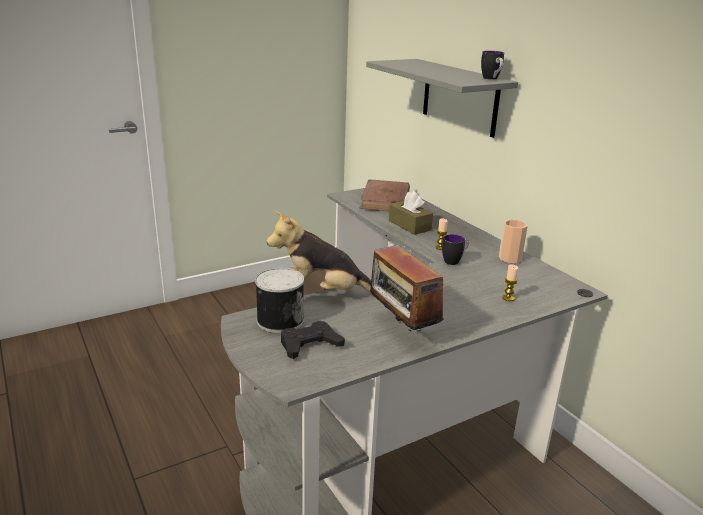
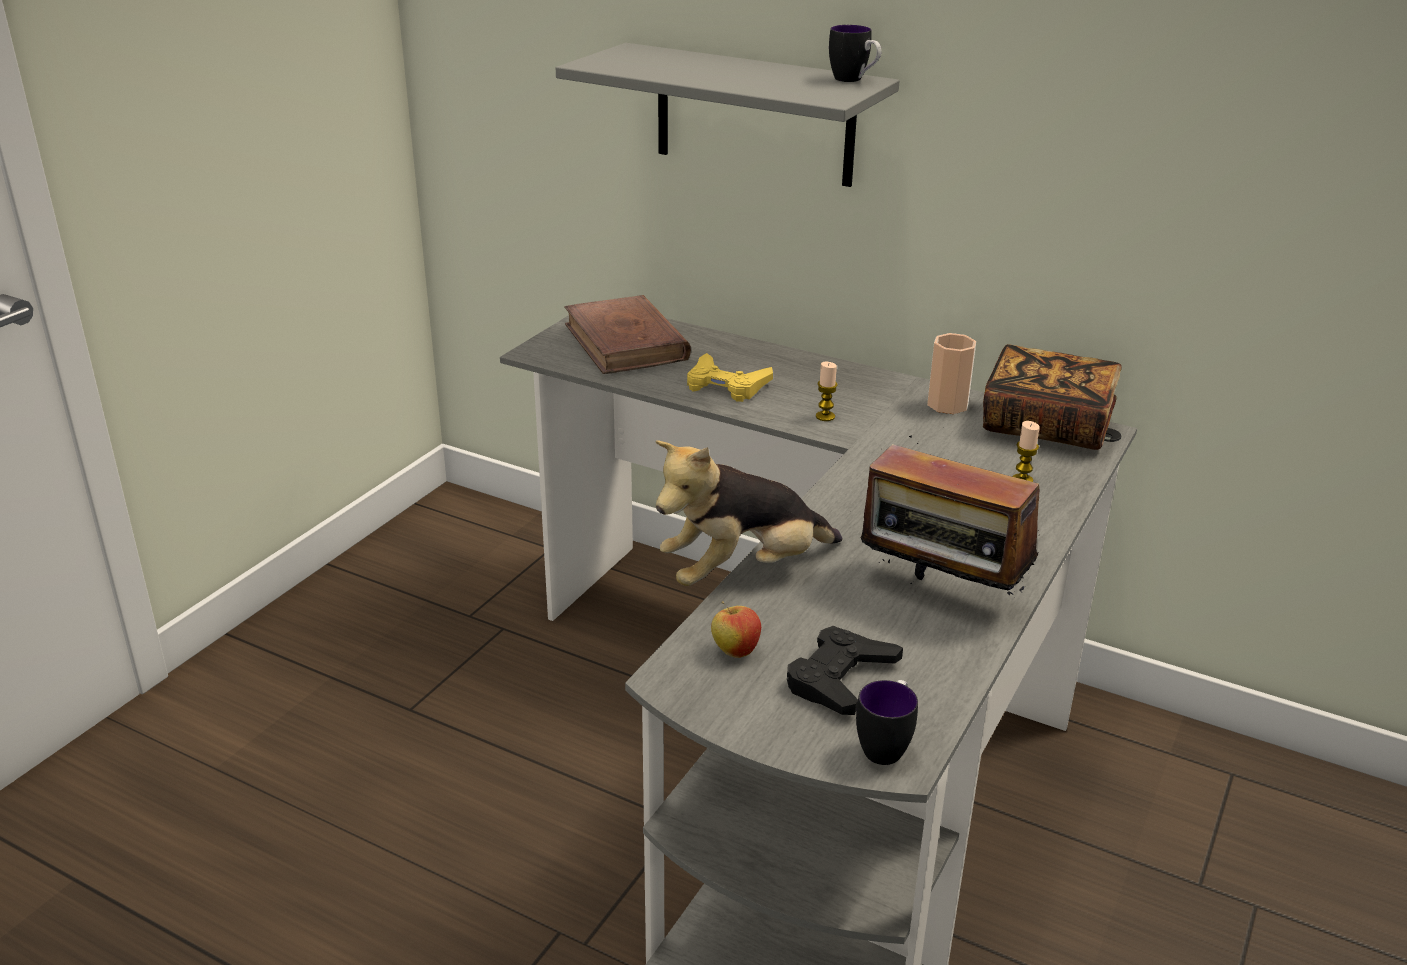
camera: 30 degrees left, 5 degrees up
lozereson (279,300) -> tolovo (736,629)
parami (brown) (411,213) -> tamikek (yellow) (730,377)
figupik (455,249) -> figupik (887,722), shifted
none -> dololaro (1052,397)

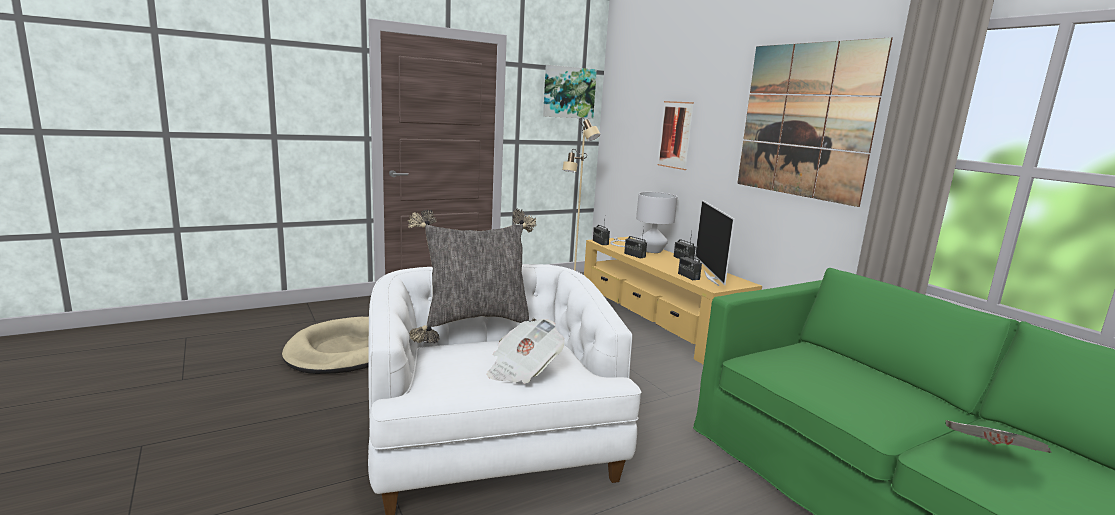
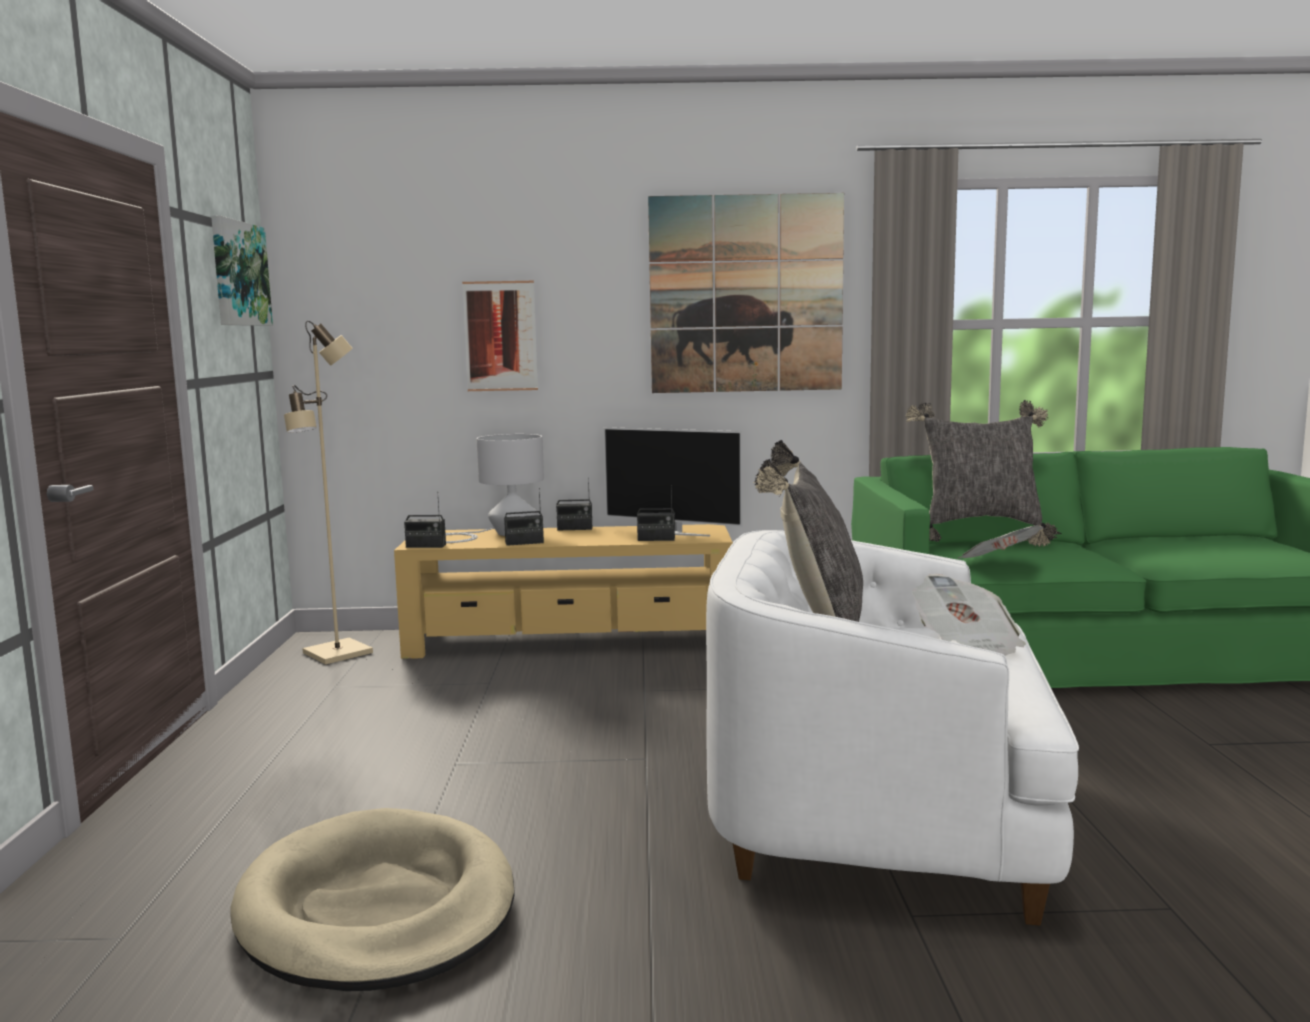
camera: 60 degrees left, 5 degrees down
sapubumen (998,436) -> sapubumen (1000,541), shifted
none -> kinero (983,473)

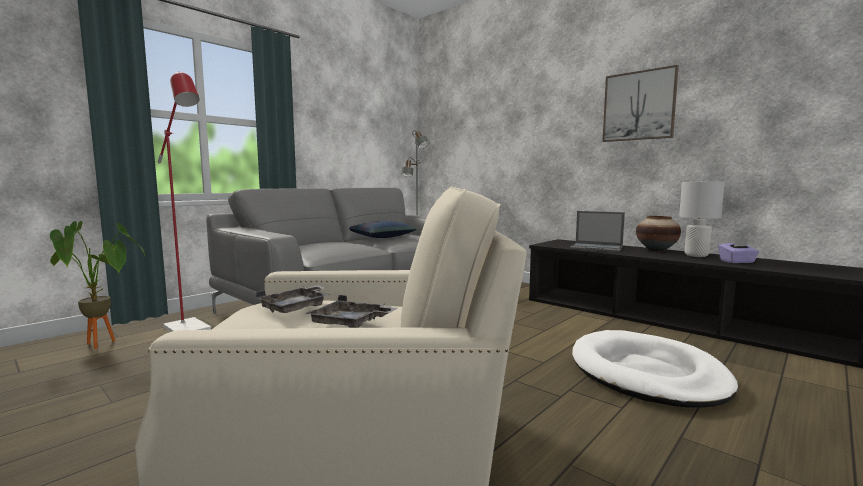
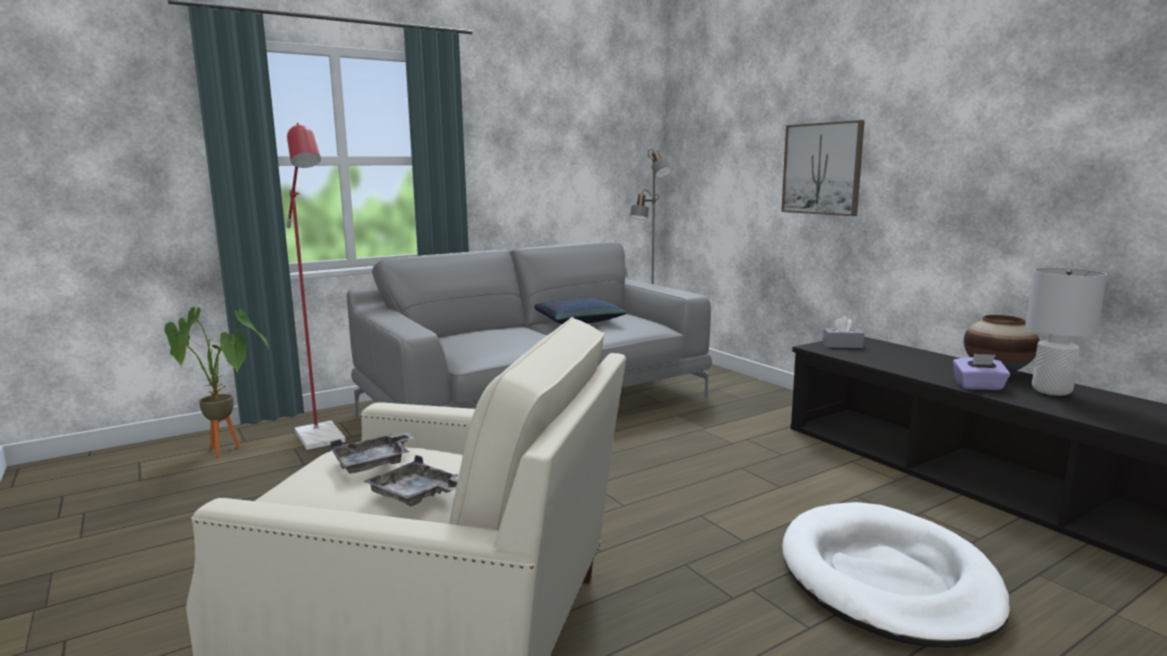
camera: 15 degrees right, 5 degrees up
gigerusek (597,231) -> none
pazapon (640,103) -> pazapon (823,168), shifted
parami (purple) (738,251) -> parami (purple) (981,372), shifted
none -> parami (grey) (843,332)

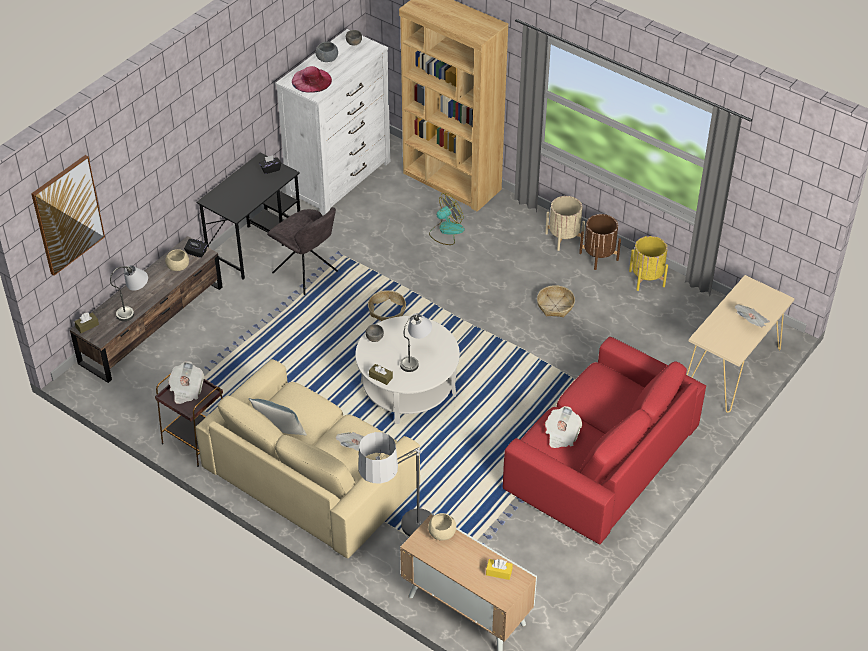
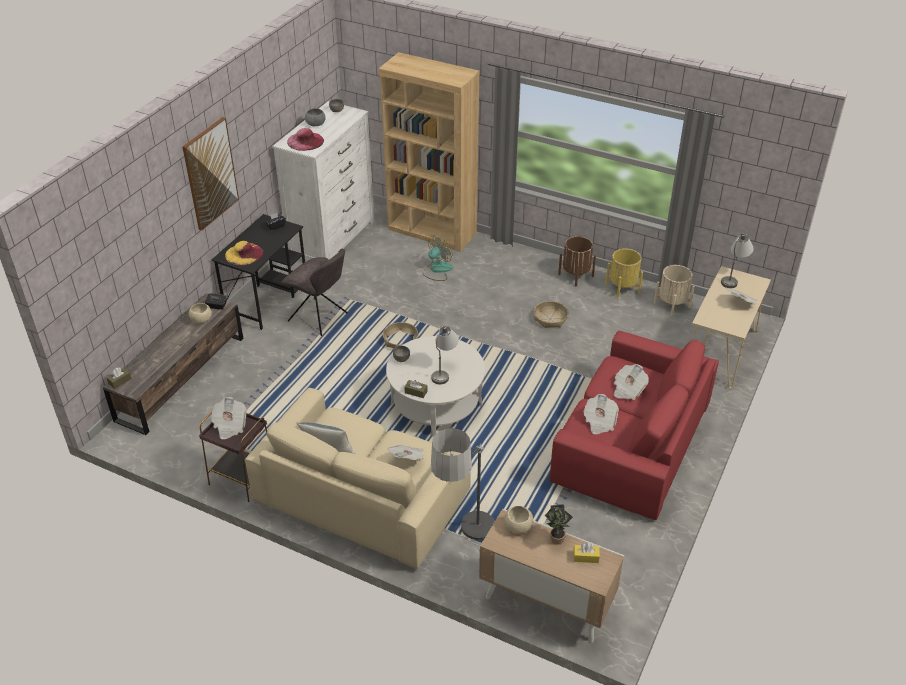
camera: 10 degrees left, 5 degrees down
pazapon (68,215) -> pazapon (210,174), shifted
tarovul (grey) (129,293) -> tarovul (grey) (737,260), shifted
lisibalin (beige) (565,223) -> lisibalin (beige) (674,291), shifted
none -> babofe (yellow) (244,253)
none -> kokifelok (559,525)
none -> sapubumen (631,382)

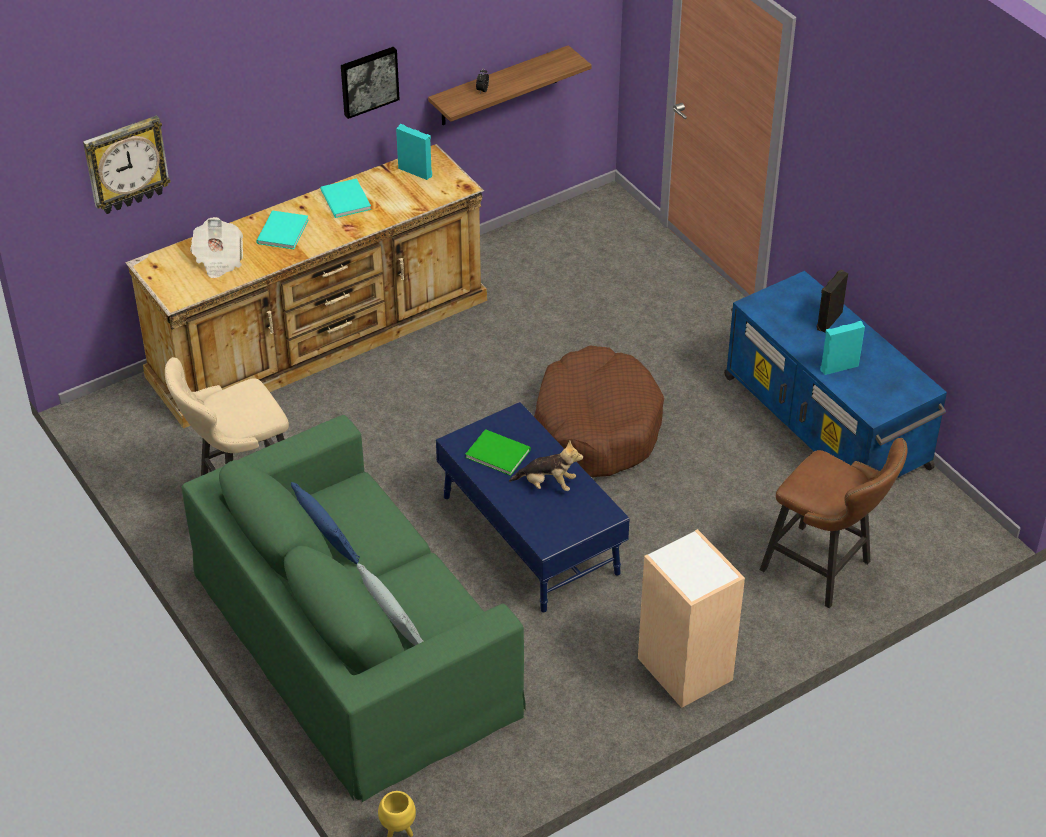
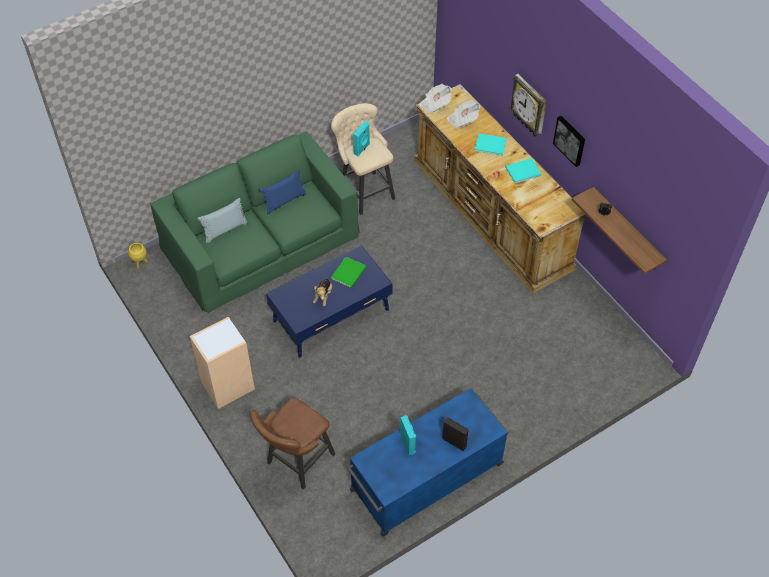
camera: 90 degrees right, 10 degrees up
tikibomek (127,164) -> tikibomek (528,105), shifted
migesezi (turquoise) (414,152) -> migesezi (turquoise) (361,138), shifted
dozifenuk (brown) (599,411) -> none
none -> sapubumen (435,99)

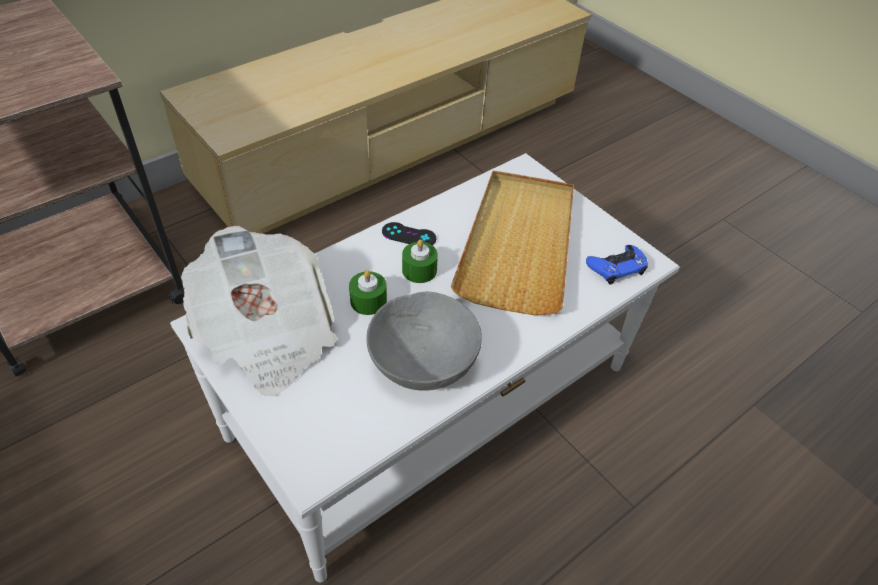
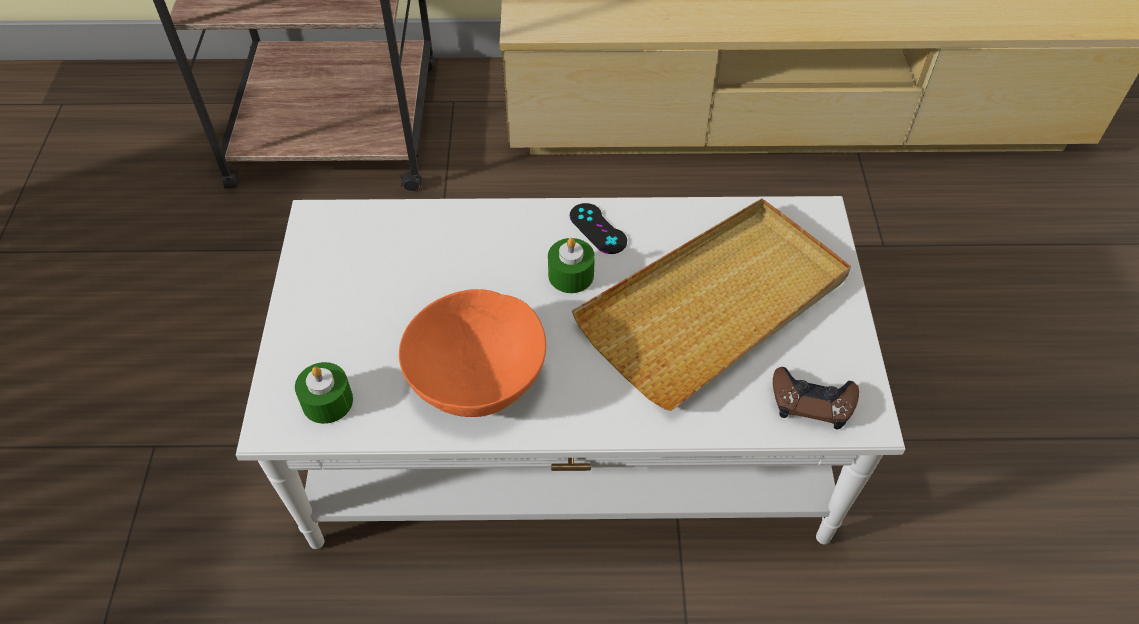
camera: 40 degrees right, 5 degrees up
sapubumen (259,311) -> none
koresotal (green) (368,292) -> koresotal (green) (324,393), shifted
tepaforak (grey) (424,341) -> tepaforak (orange) (472,353)
tamikek (blue) (617,265) -> tamikek (brown) (816,398)

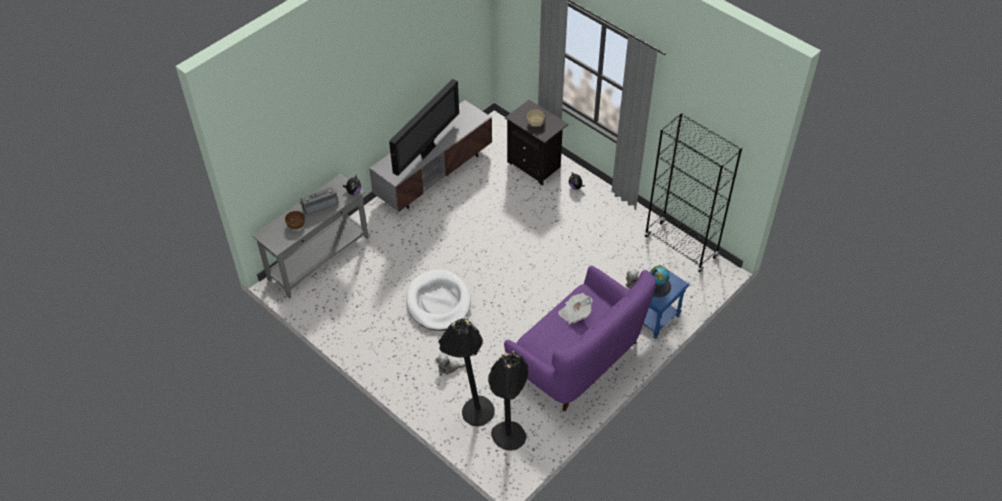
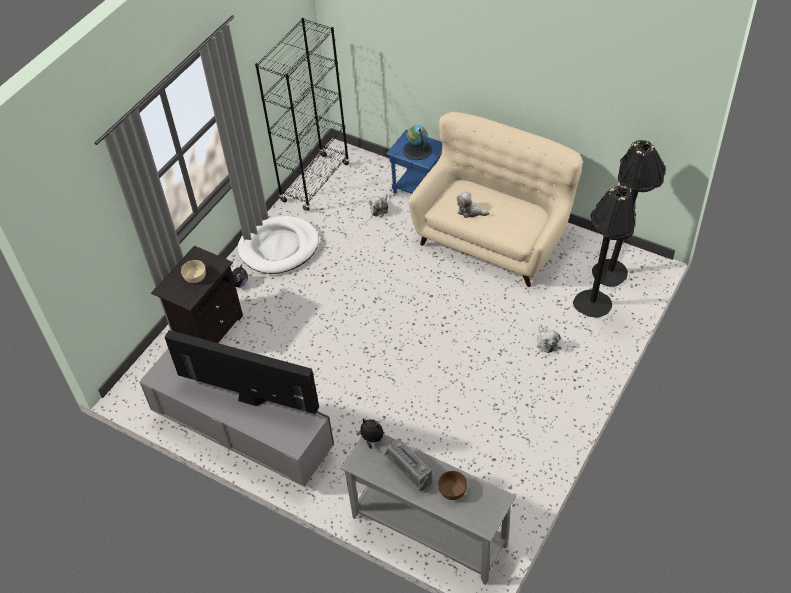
camera: 100 degrees left, 0 degrees up
dozifenuk (white) (438,300) -> dozifenuk (white) (278,245), shifted
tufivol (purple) (580,338) -> tufivol (beige) (495,199)
sapubumen (575,308) -> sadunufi (473,204)

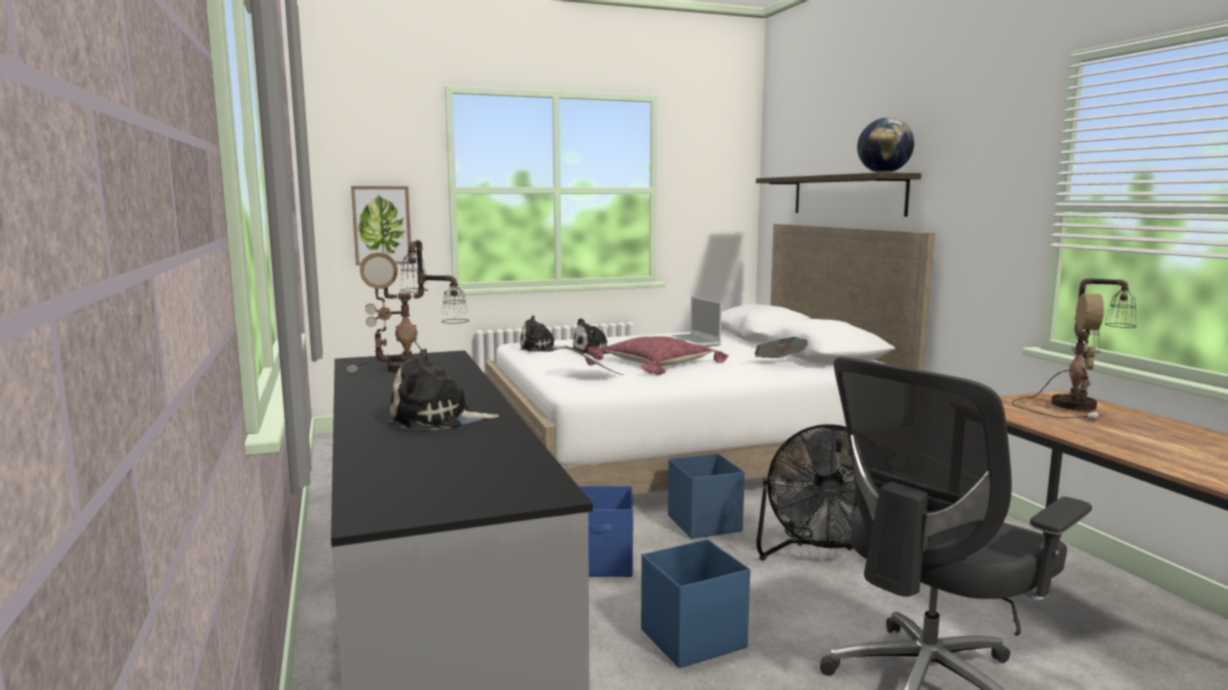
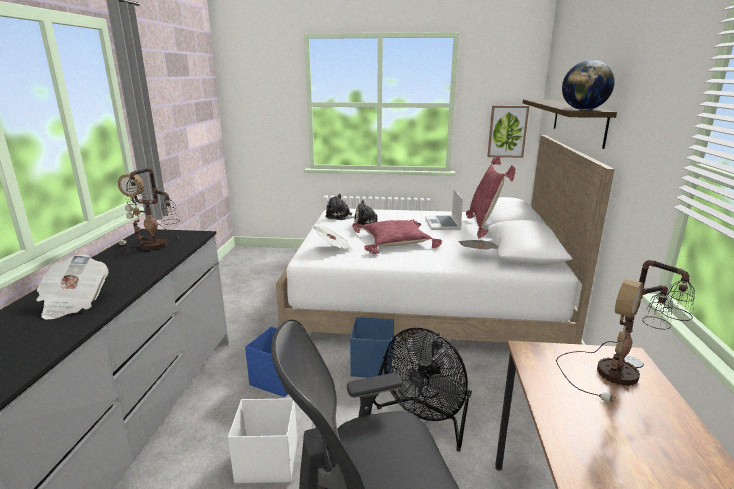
camera: 25 degrees right, 10 degrees up
pazapon (381,225) -> pazapon (508,132), shifted
sadunufi (444,389) -> sapubumen (72,287)
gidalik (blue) (695,603) -> gidalik (white) (262,440)
none -> kinero (red) (490,197)

